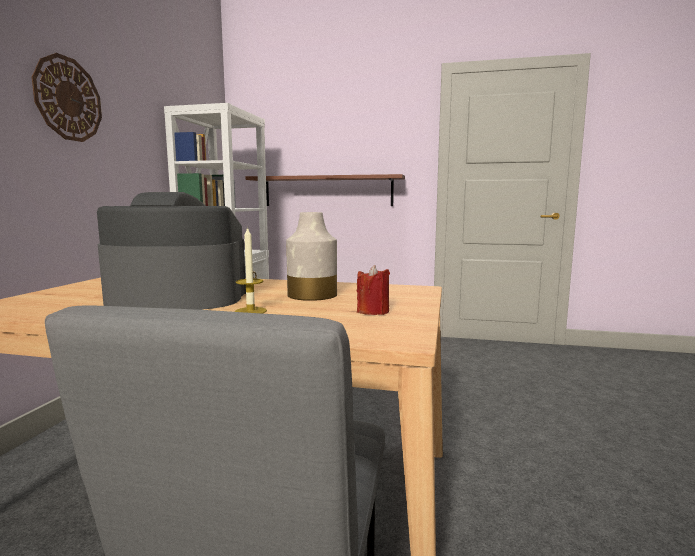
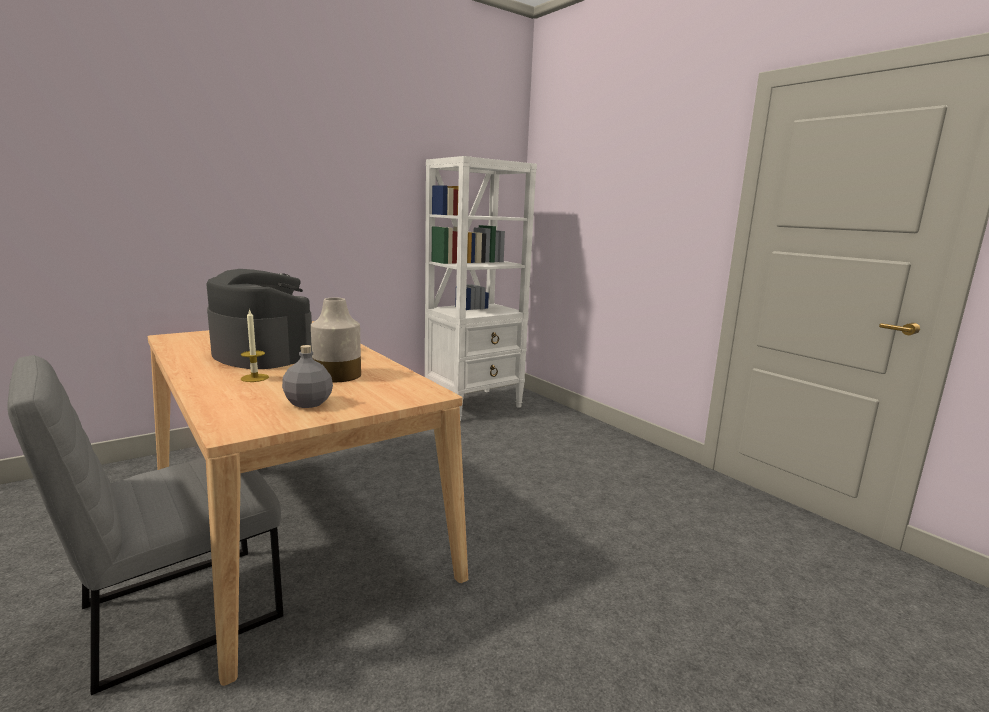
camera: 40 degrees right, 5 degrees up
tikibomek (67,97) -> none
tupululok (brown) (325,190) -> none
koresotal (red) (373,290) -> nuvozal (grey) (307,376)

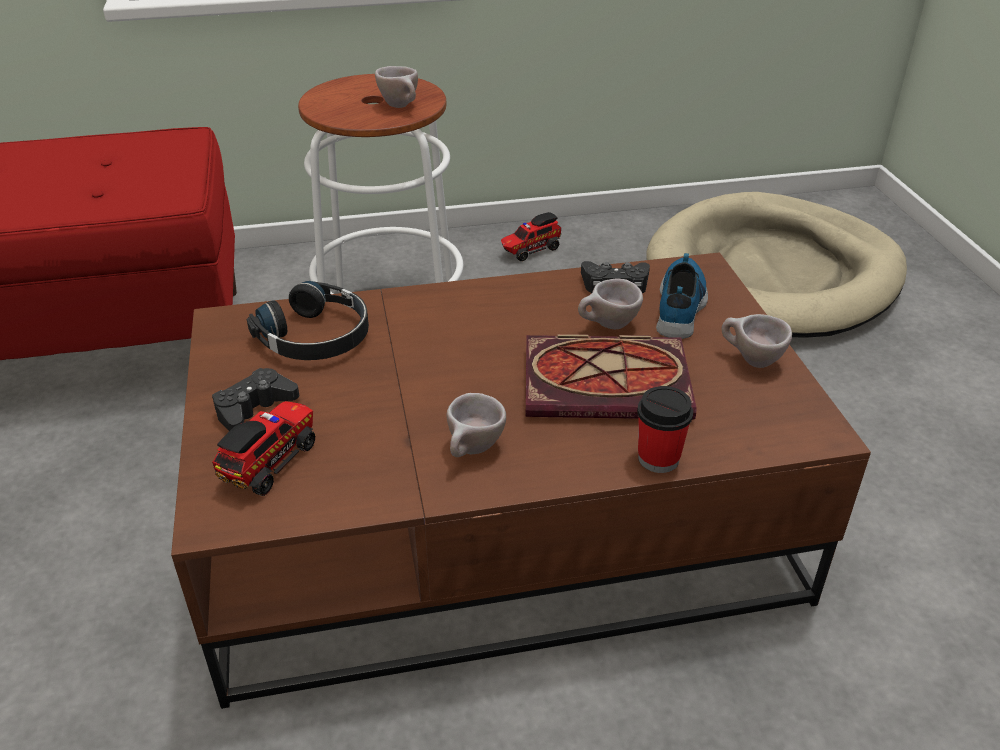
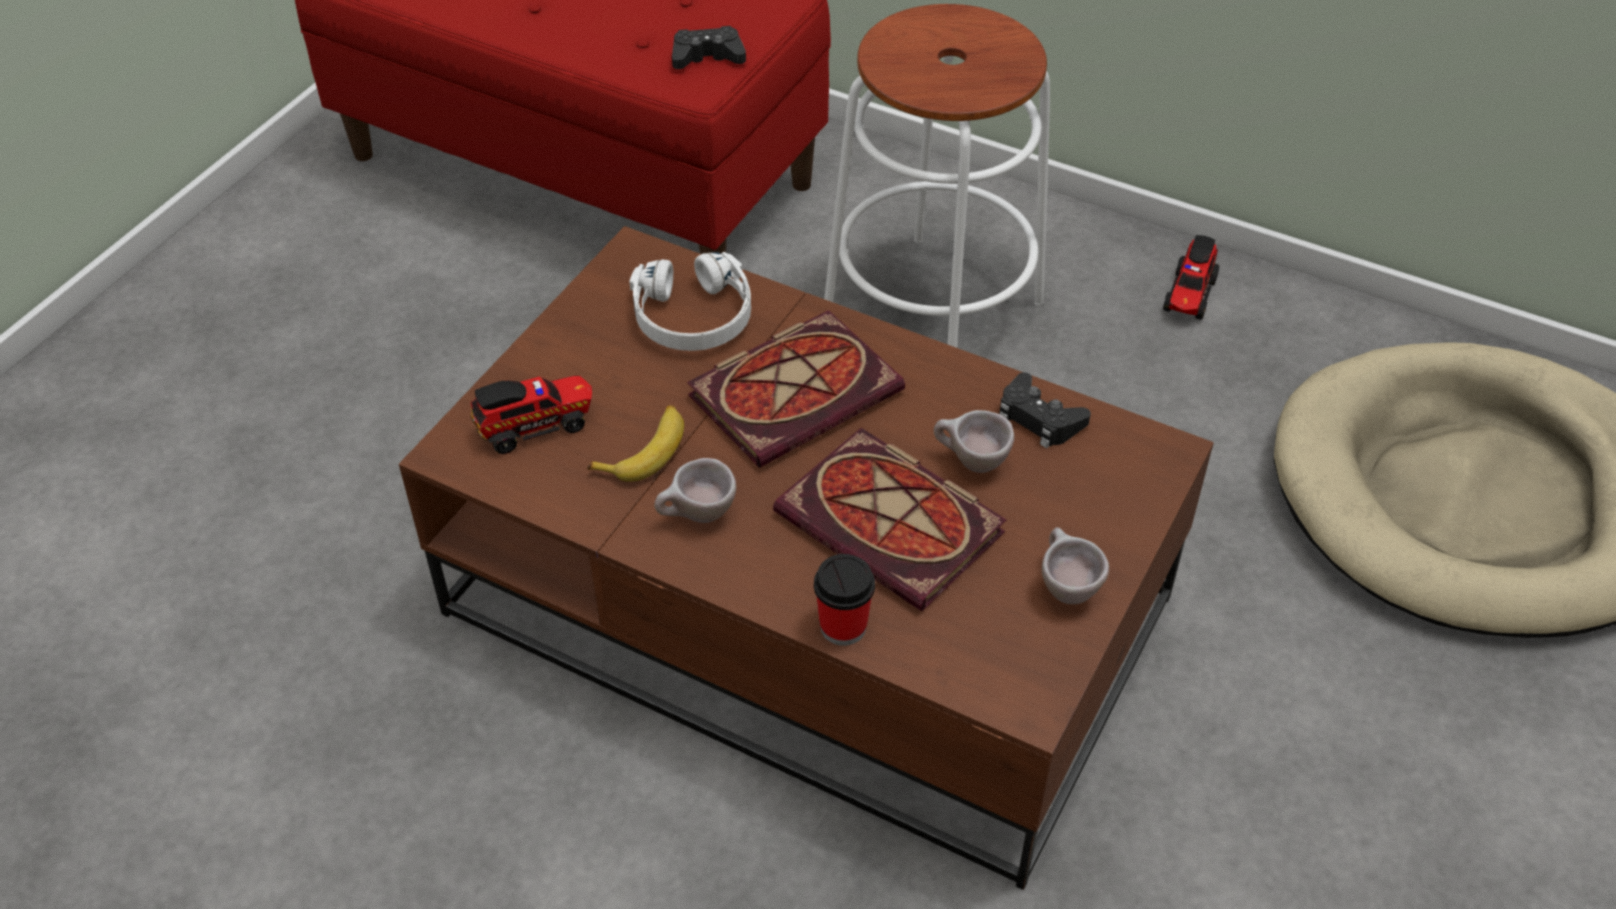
camera: 40 degrees right, 10 degrees up
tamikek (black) (255,399) -> tamikek (black) (709,47), shifted
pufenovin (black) (308,320) -> pufenovin (white) (690,301)
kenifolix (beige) (396,87) -> none
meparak (531,237) -> meparak (1191,277), 75 degrees counterclockwise
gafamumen (682,296) -> none
none -> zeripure (635,443)
none -> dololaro (796,389)

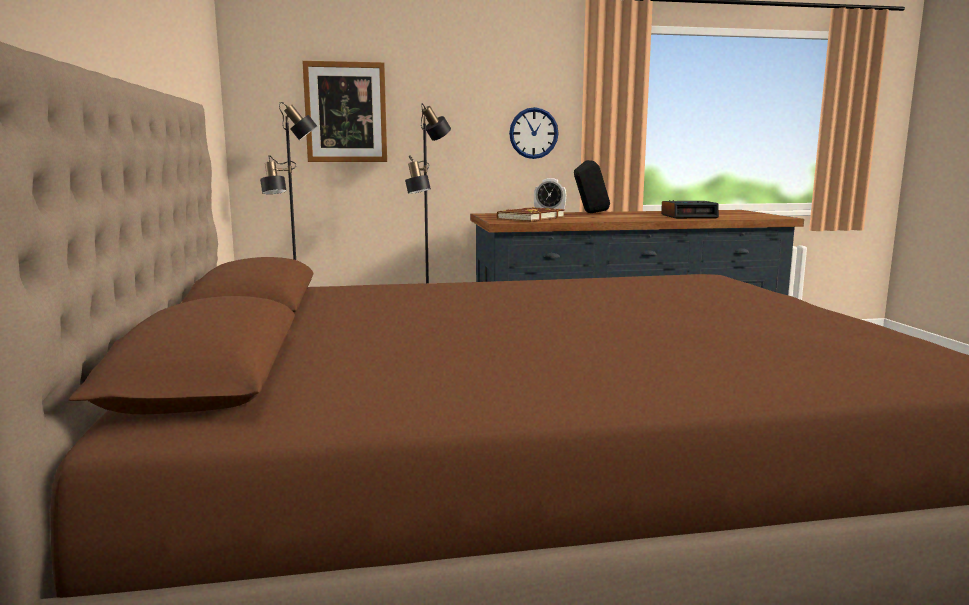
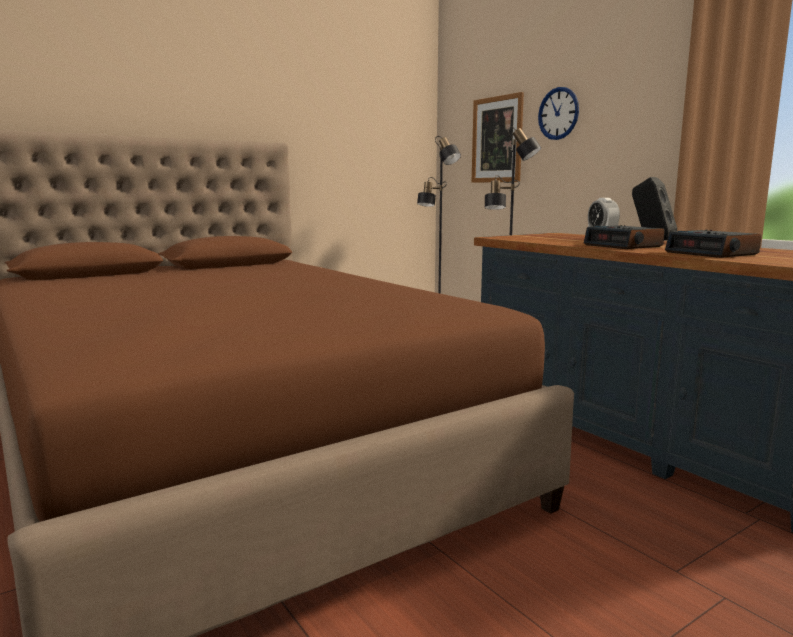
camera: 65 degrees right, 0 degrees up
dololaro (brown) (531,214) -> none
tikibomek (534,133) -> tikibomek (558,113), shifted
none -> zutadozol (624,237)

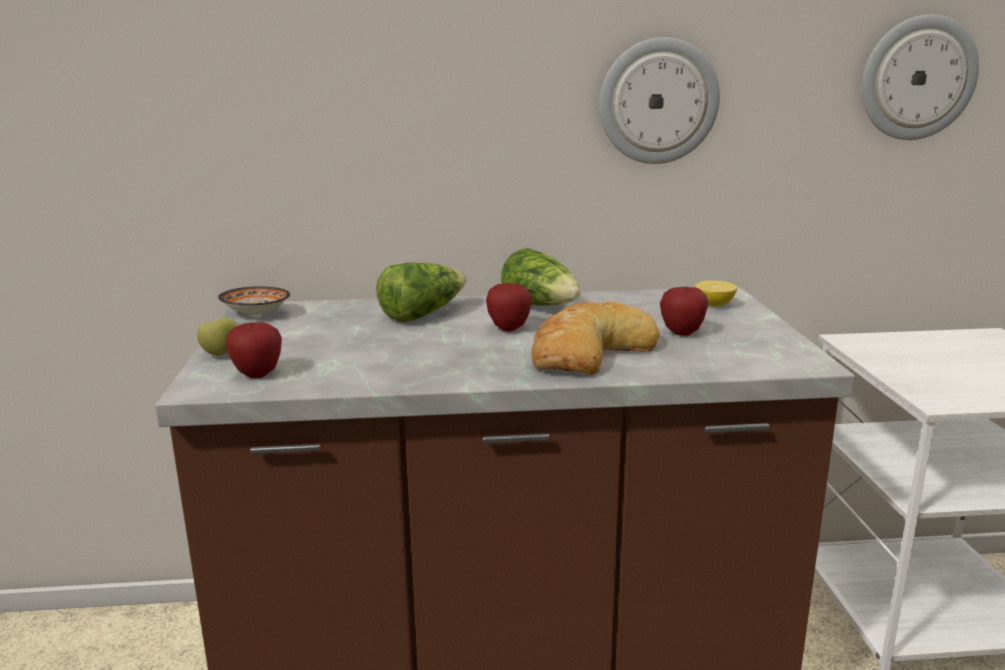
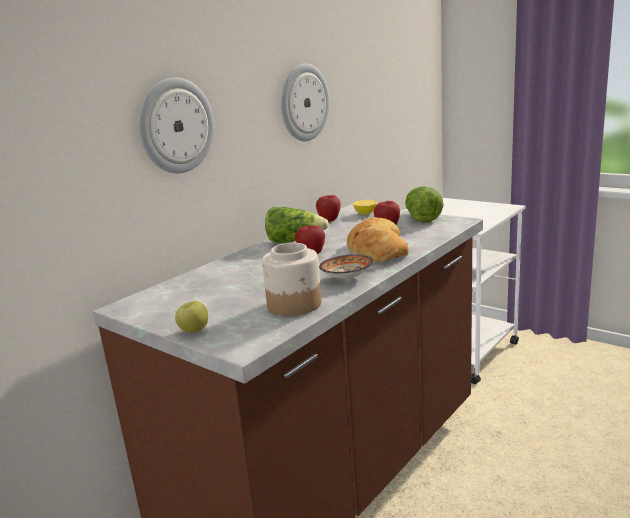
camera: 45 degrees left, 0 degrees up
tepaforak (254,301) -> tepaforak (346,266), shifted
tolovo (253,350) -> tolovo (328,208), shifted
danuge (421,292) -> danuge (424,204), shifted
tikibomek (920,77) -> tikibomek (176,125), shifted
none -> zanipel (292,279)

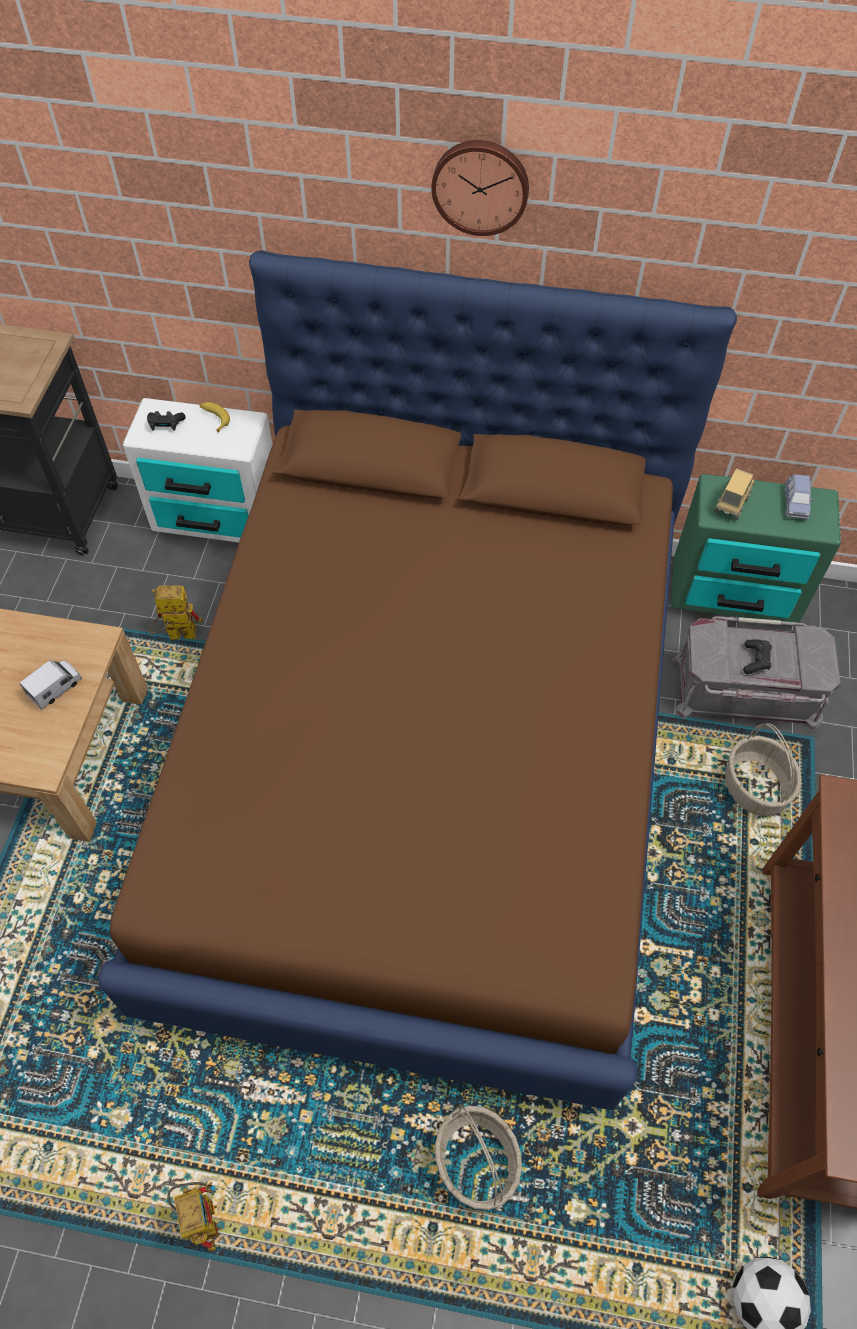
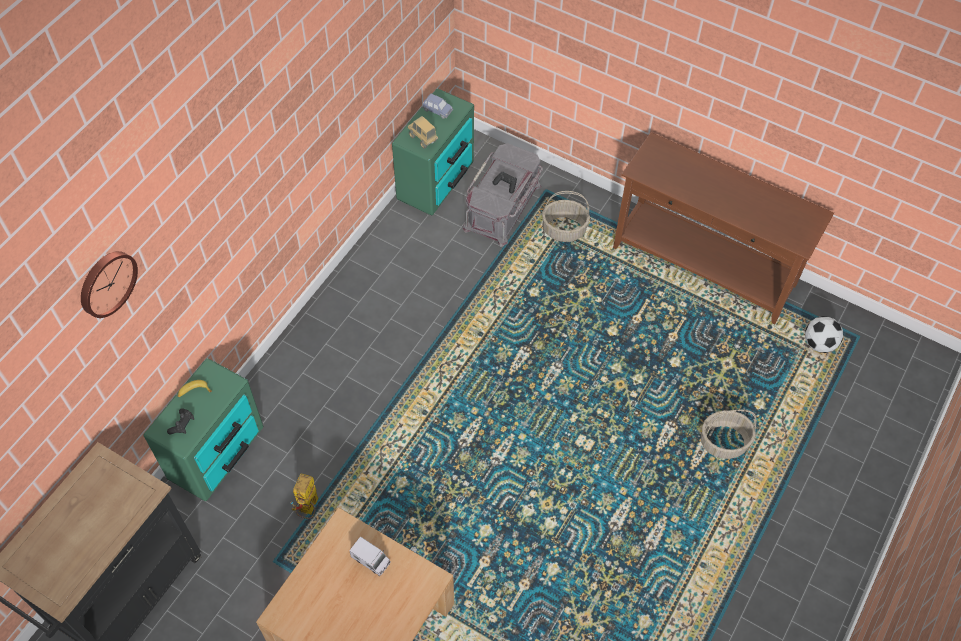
camera: 70 degrees left, 0 degrees up
meparak (50,685) -> meparak (369,556), 150 degrees clockwise
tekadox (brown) (417,680) -> none
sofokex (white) (198,470) -> sofokex (green) (203,429)
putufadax (194,1217) -> none
tikibomek (480,188) -> tikibomek (109,284), shifted

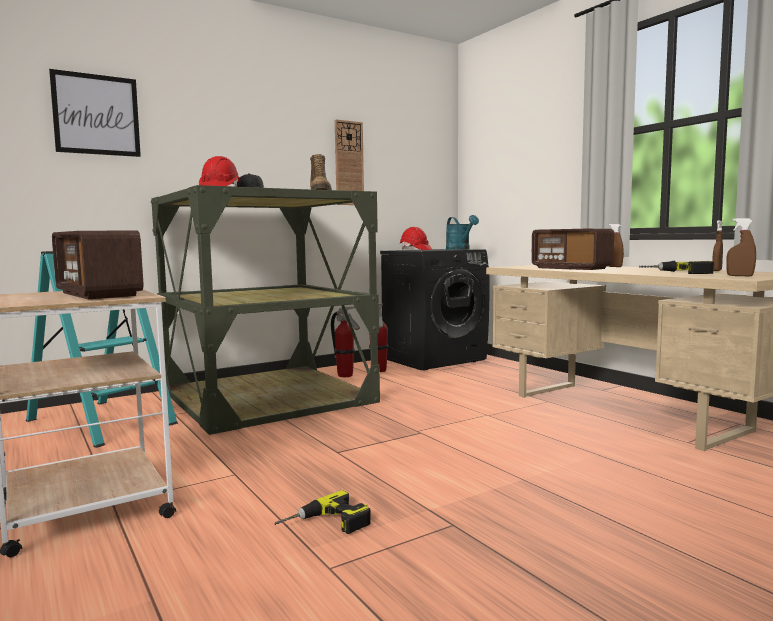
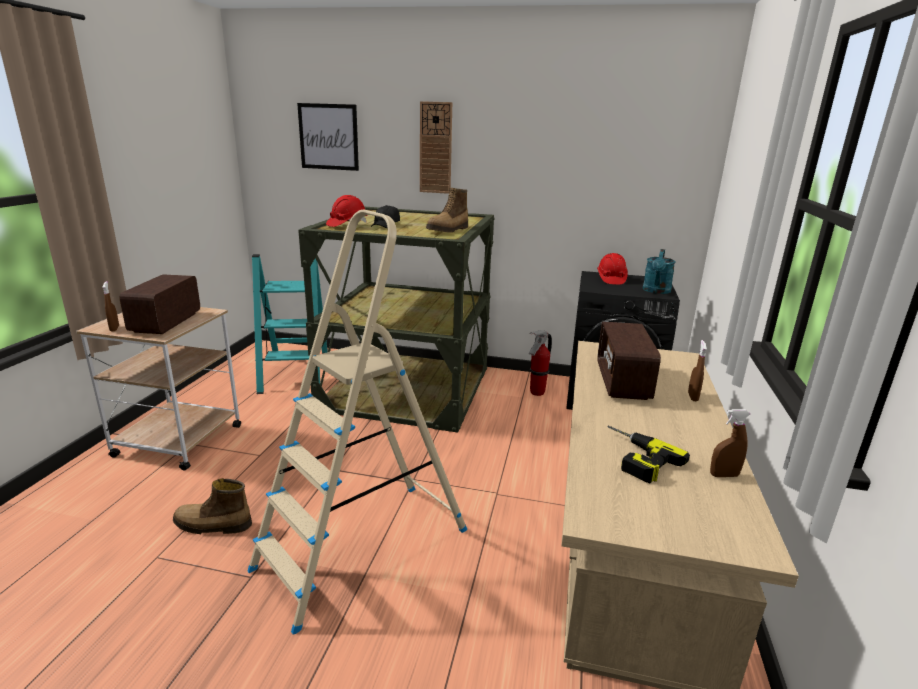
camera: 45 degrees right, 15 degrees up
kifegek (322,512) -> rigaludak (212,506)
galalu (345,341) -> none
tikibomek (349,162) -> tikibomek (436,147), shifted
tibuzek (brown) (741,247) -> tibuzek (brown) (110,306), shifted
none -> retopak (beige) (357,422)

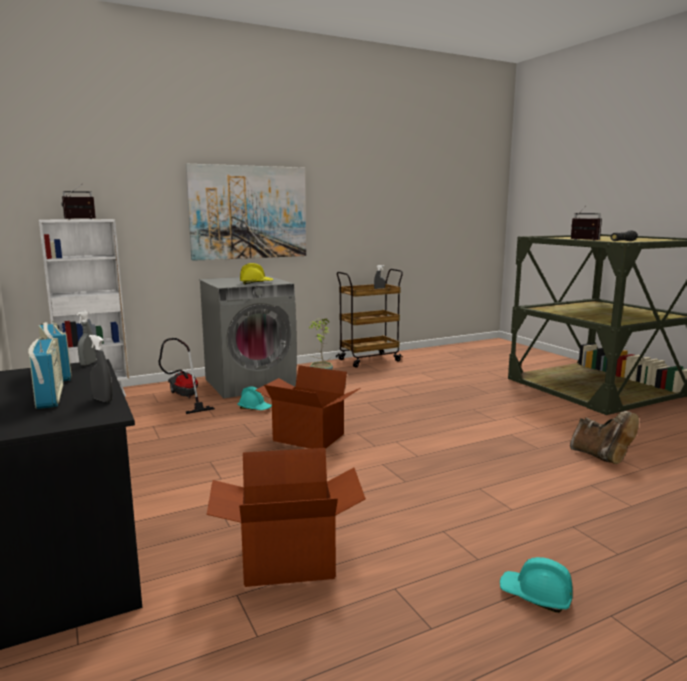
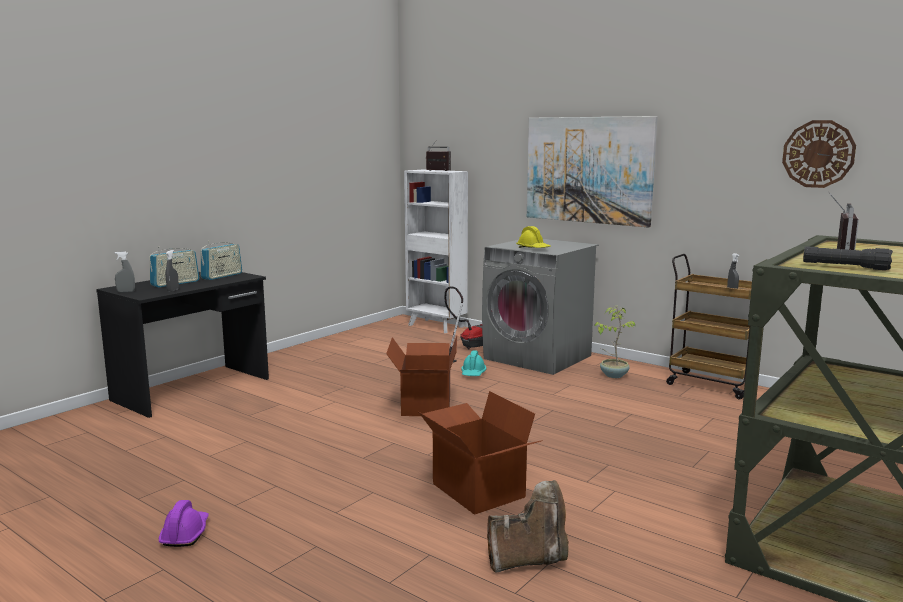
camera: 65 degrees right, 0 degrees up
tibuzek (grey) (86,338) -> tibuzek (grey) (125,272), shifted
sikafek (286,517) -> sikafek (480,453), shifted
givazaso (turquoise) (536,585) -> givazaso (purple) (184,523)
rigaludak (brown) (604,437) -> rigaludak (brown) (528,526), 135 degrees counterclockwise
none -> tikibomek (819,154)

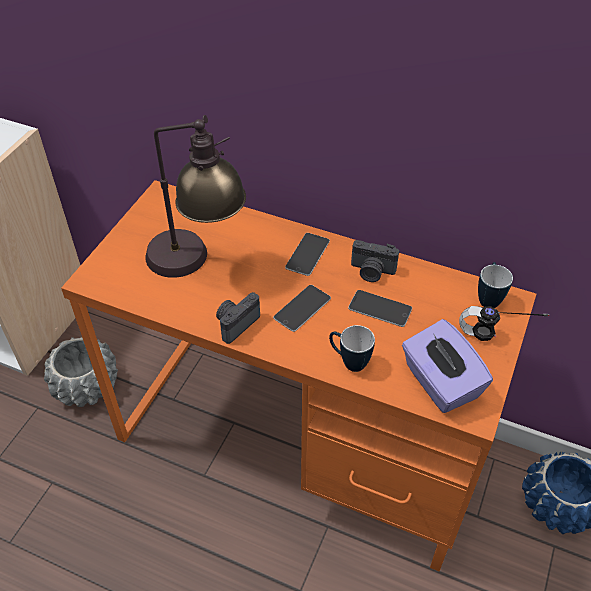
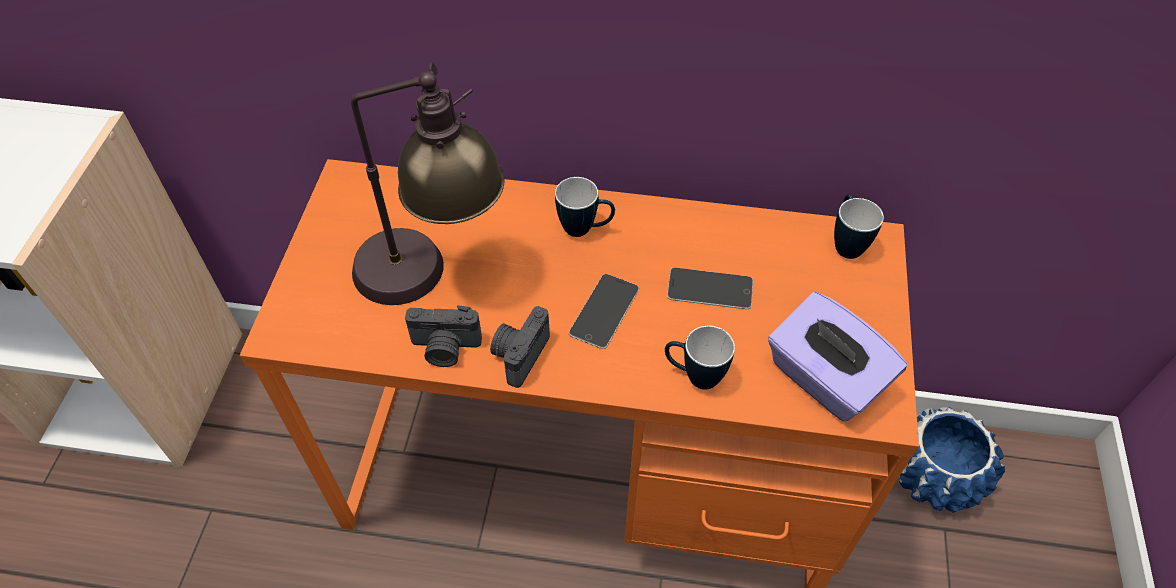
camera: 15 degrees left, 5 degrees up
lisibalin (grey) (81,372) -> none
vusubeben (307,254) -> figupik (585,207)
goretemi (375,261) -> goretemi (443,336), shifted
pufenovin (504,323) -> none

